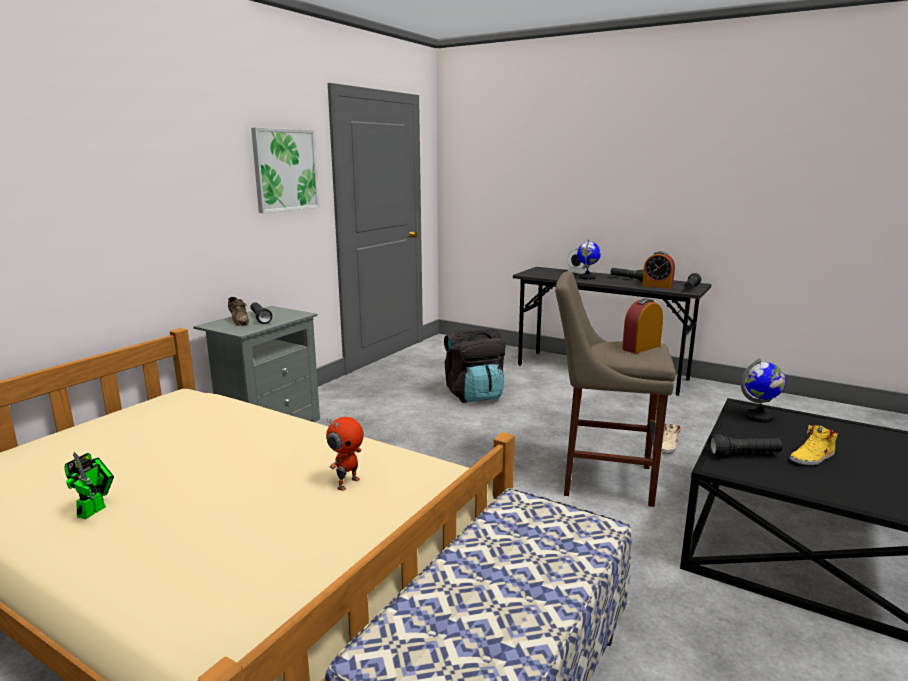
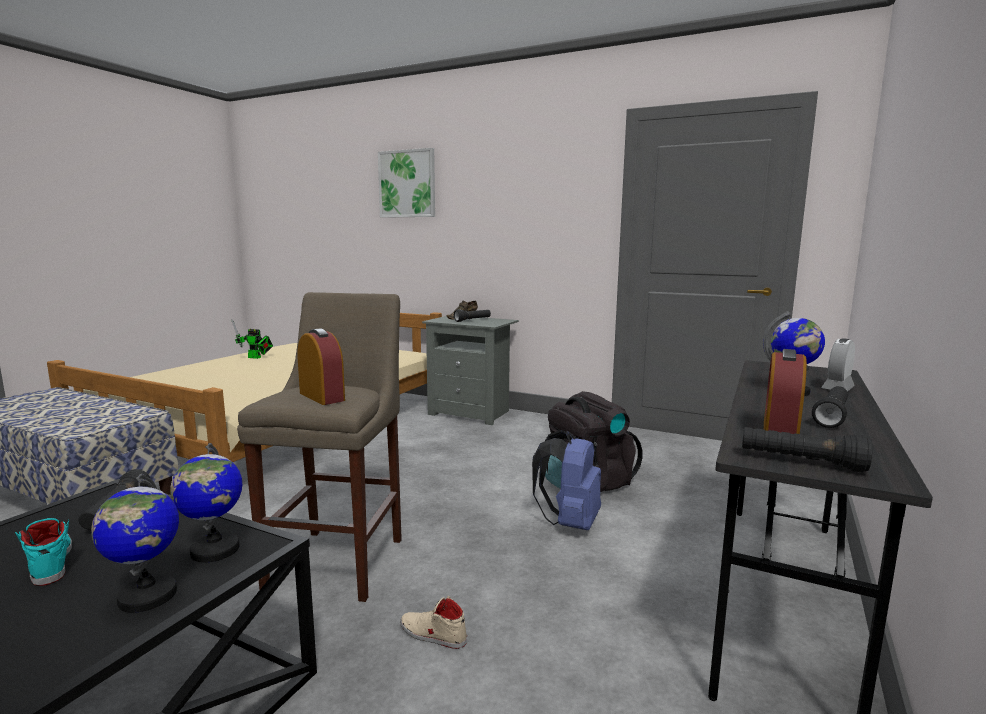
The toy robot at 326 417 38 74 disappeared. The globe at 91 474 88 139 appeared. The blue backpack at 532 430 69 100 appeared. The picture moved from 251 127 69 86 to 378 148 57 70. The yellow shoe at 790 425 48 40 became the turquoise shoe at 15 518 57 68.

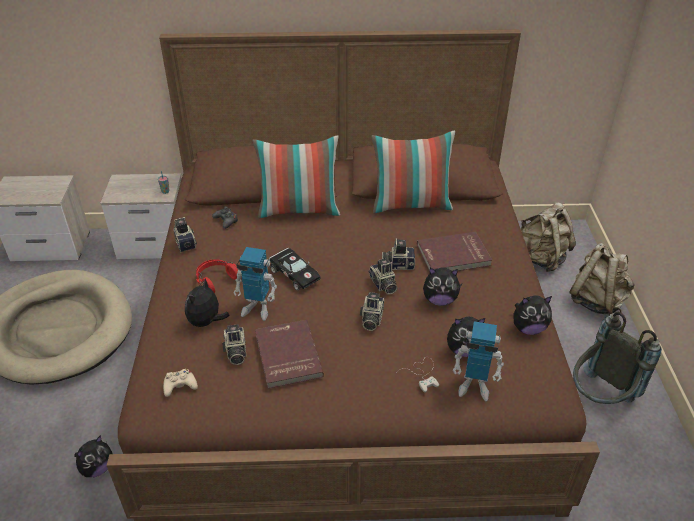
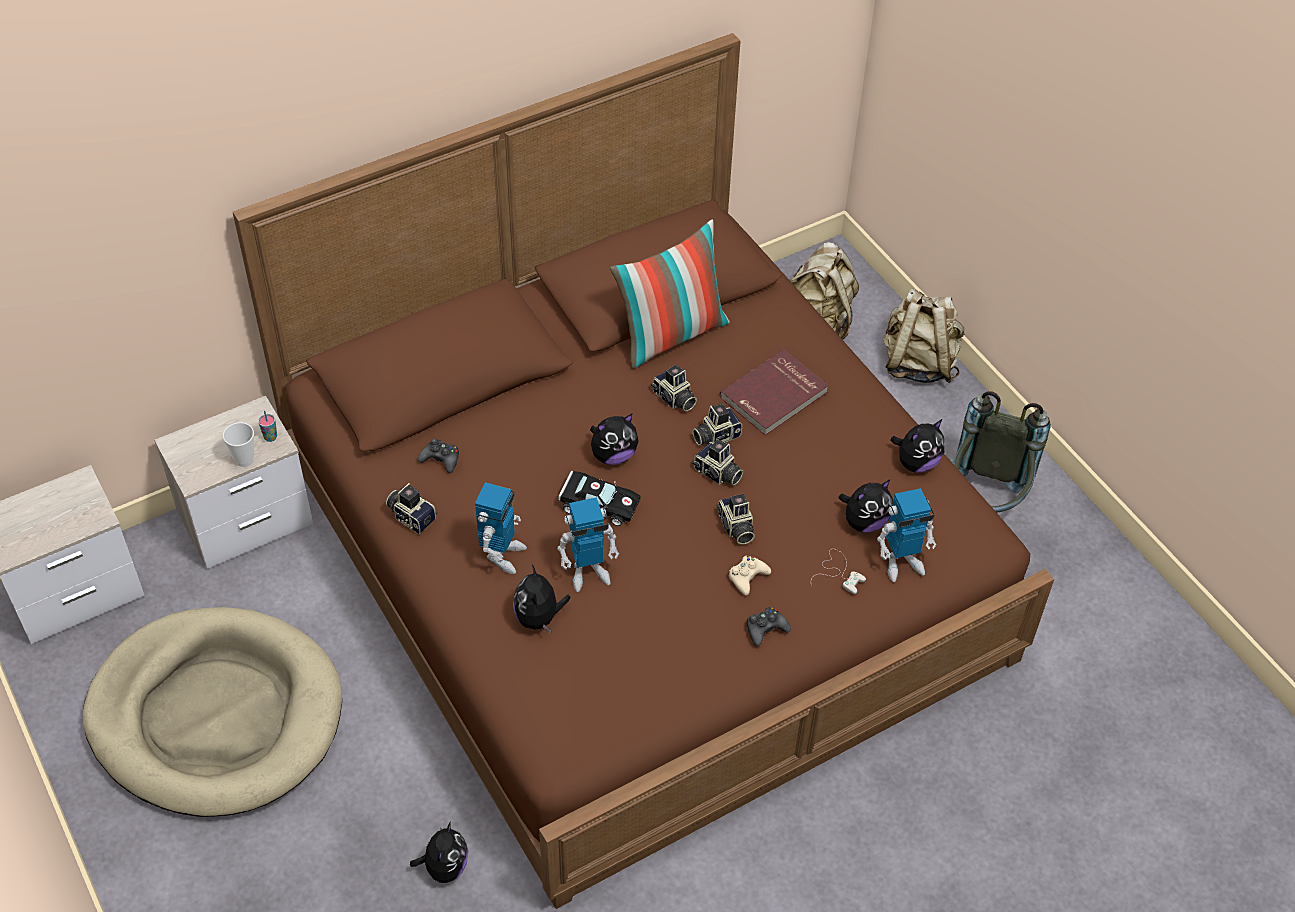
The pillow at 252 135 88 83 disappeared. The red book at 255 320 69 69 disappeared. The cup at 223 422 31 45 appeared. The black game controller at 747 607 44 39 appeared. The beige game controller moved from 163 369 35 28 to 728 555 43 40. The photo camera moved from 222 324 25 41 to 651 365 46 47. The plush toy moved from 423 267 39 39 to 590 414 49 51. The red headphones at 196 259 42 34 was replaced by the toy robot at 475 482 52 92.

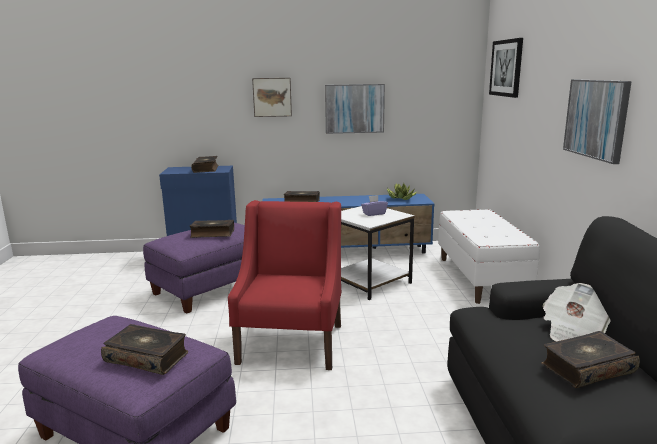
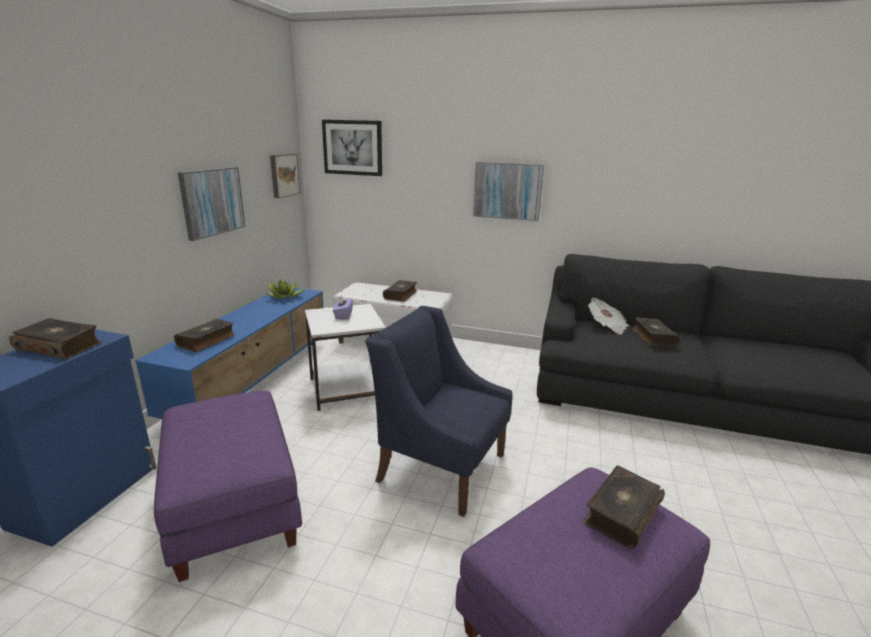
The book moved from 190 220 44 18 to 383 280 34 22. The picture moved from 252 78 40 39 to 270 154 30 44. The red armchair at 228 200 113 170 became the blue armchair at 365 306 148 211.

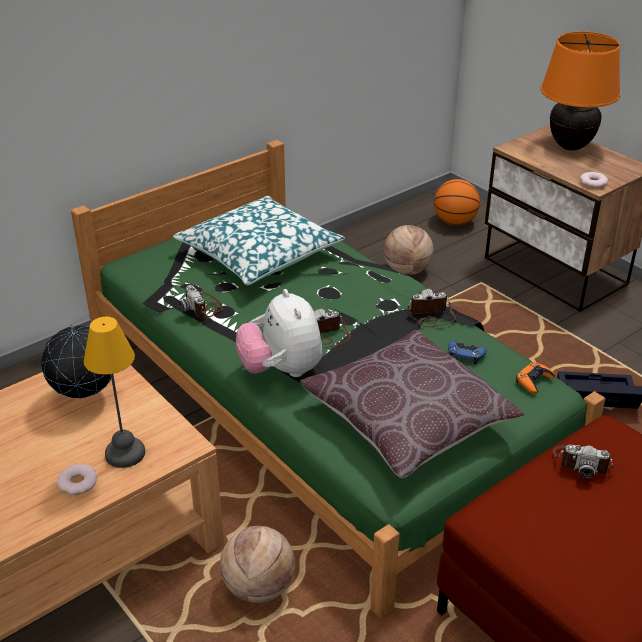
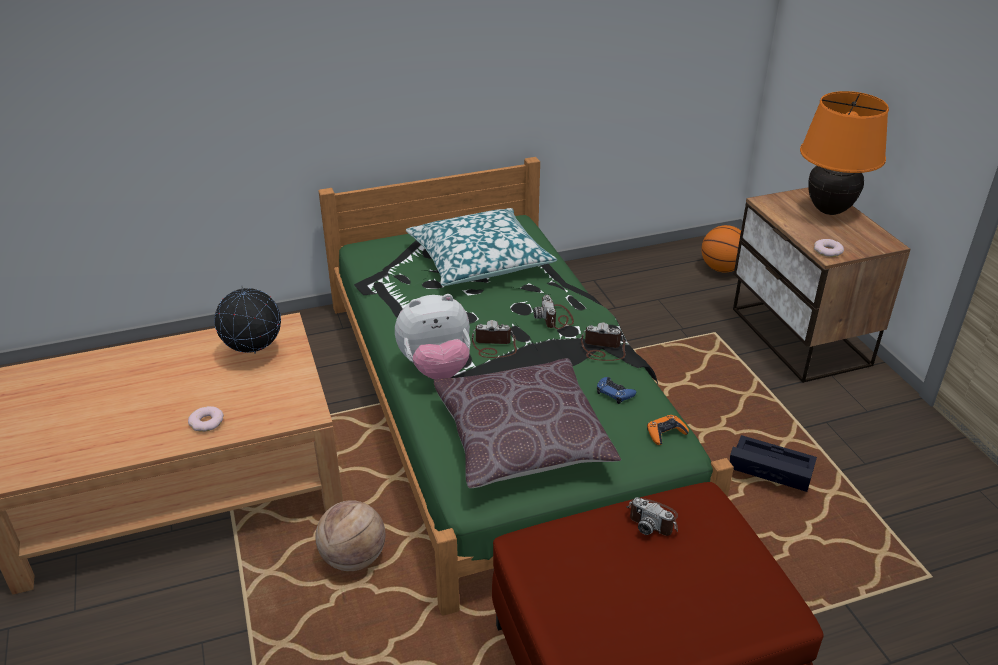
The table lamp at 84 317 61 151 disappeared. The basketball at 384 225 49 50 disappeared. The photo camera moved from 179 285 44 33 to 533 295 41 34. The plush toy at 236 289 86 88 turned 105 degrees counterclockwise.

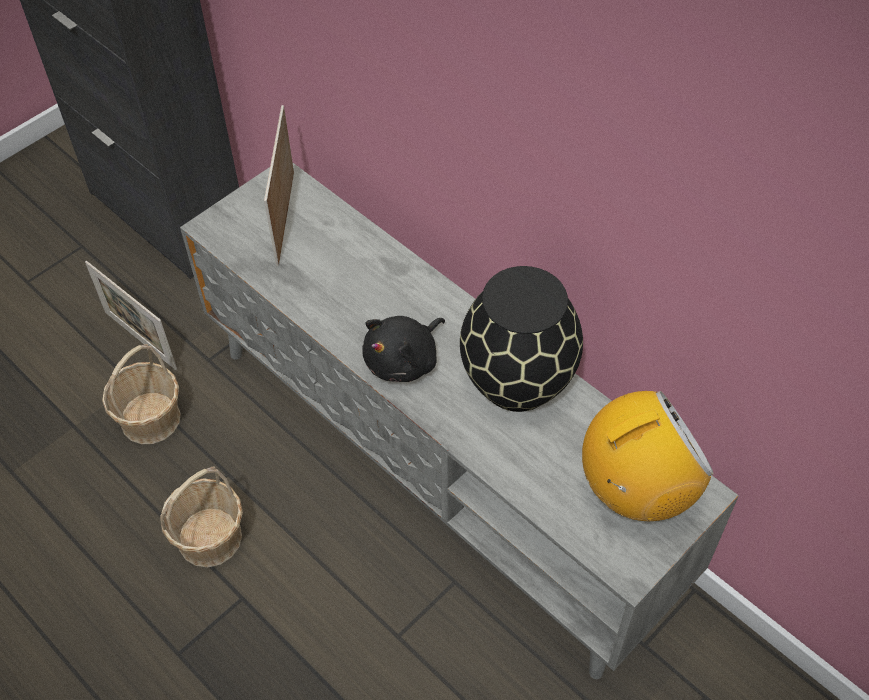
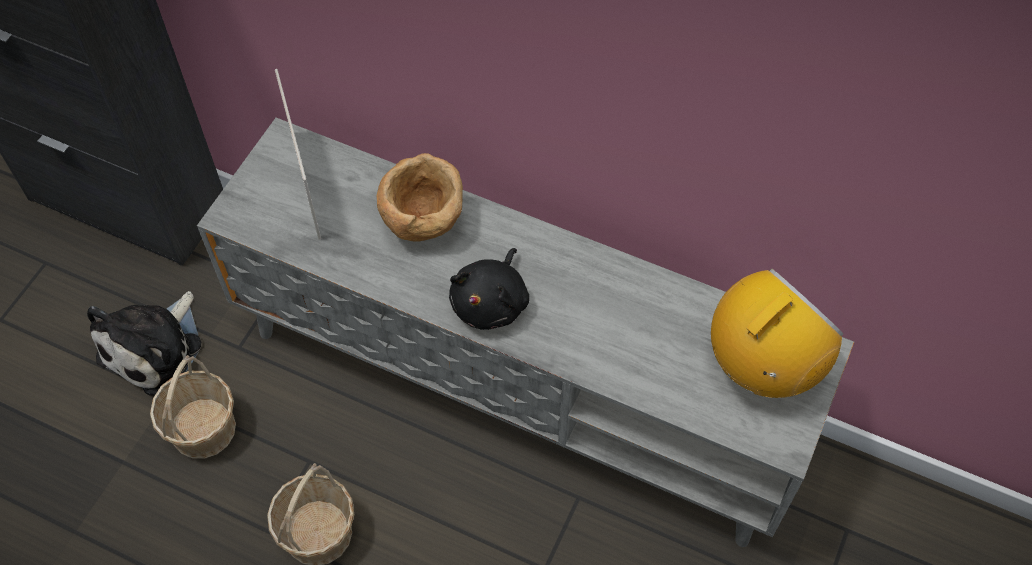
The black vase at 460 266 123 146 disappeared. The brown bowl at 377 153 86 89 appeared. The picture frame at 85 261 92 109 was replaced by the plush toy at 87 291 114 105.

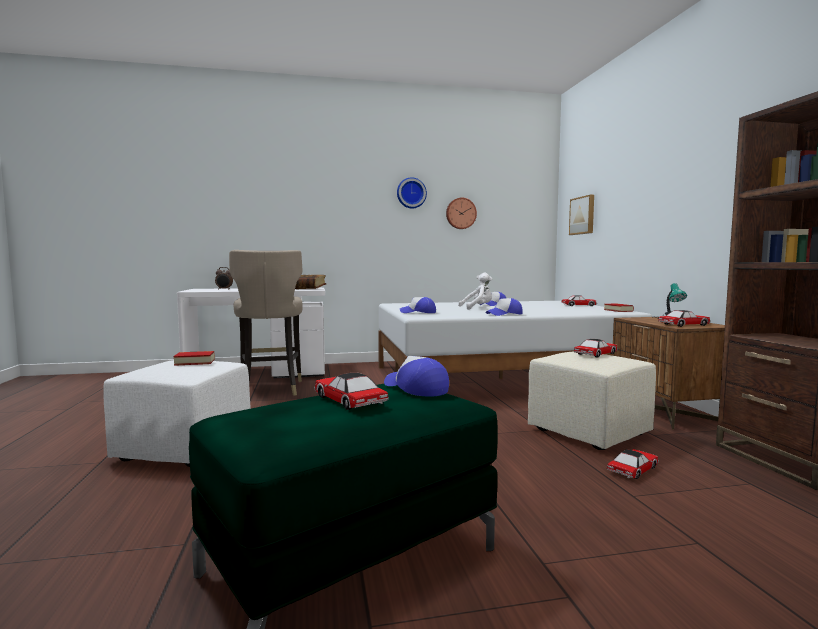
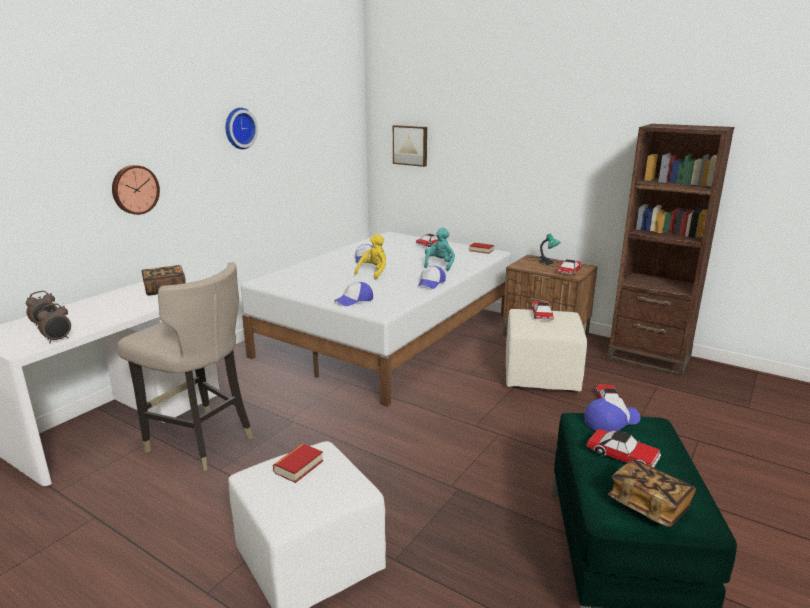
The alarm clock at 37 303 34 40 appeared. The turquoise plush toy at 424 228 31 43 appeared. The book at 608 459 88 68 appeared. The wall clock moved from 446 198 31 31 to 112 165 48 50. The white plush toy at 458 273 34 37 became the yellow plush toy at 355 234 31 45. The toy car at 314 373 75 37 turned 150 degrees counterclockwise. The cap at 384 356 65 41 turned 150 degrees clockwise.

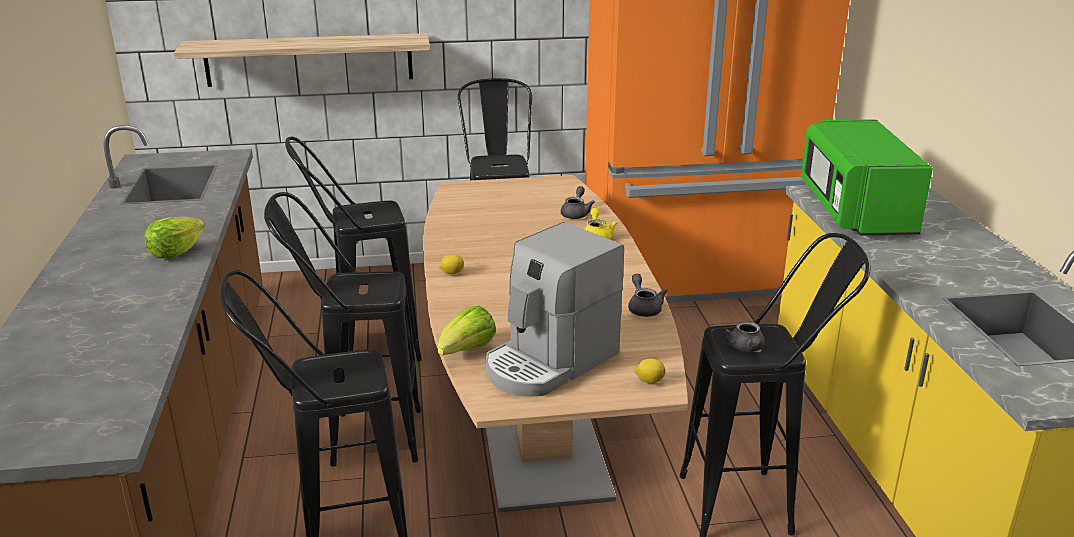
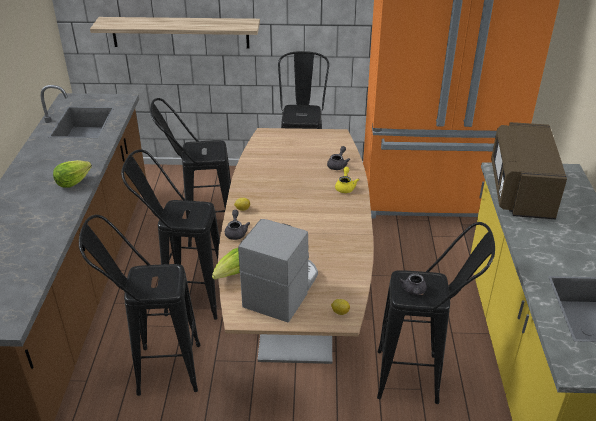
The grey teapot moved from 628 274 40 43 to 225 210 25 30. The green microwave at 801 119 132 116 became the brown microwave at 491 122 76 97. The coffee machine at 485 222 139 175 turned 150 degrees clockwise.

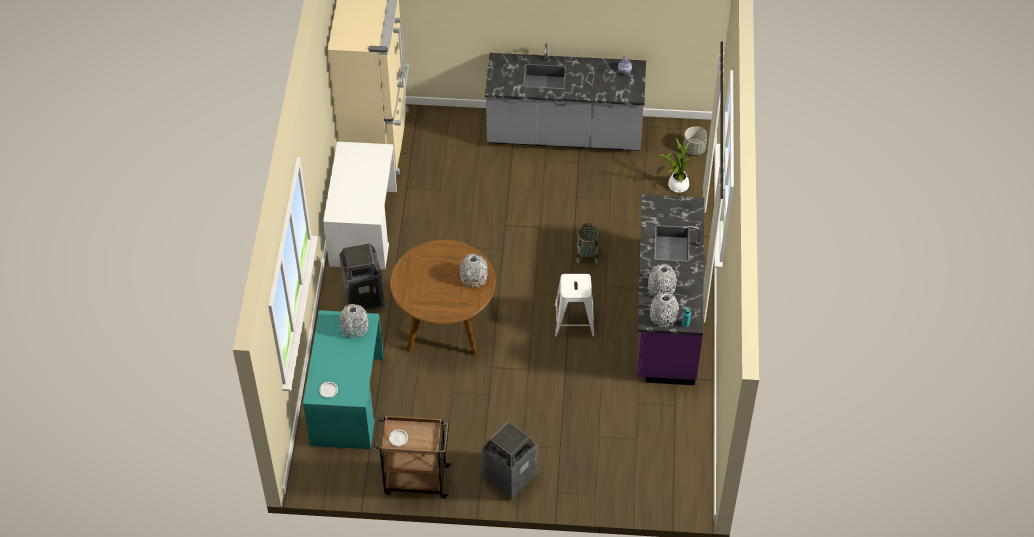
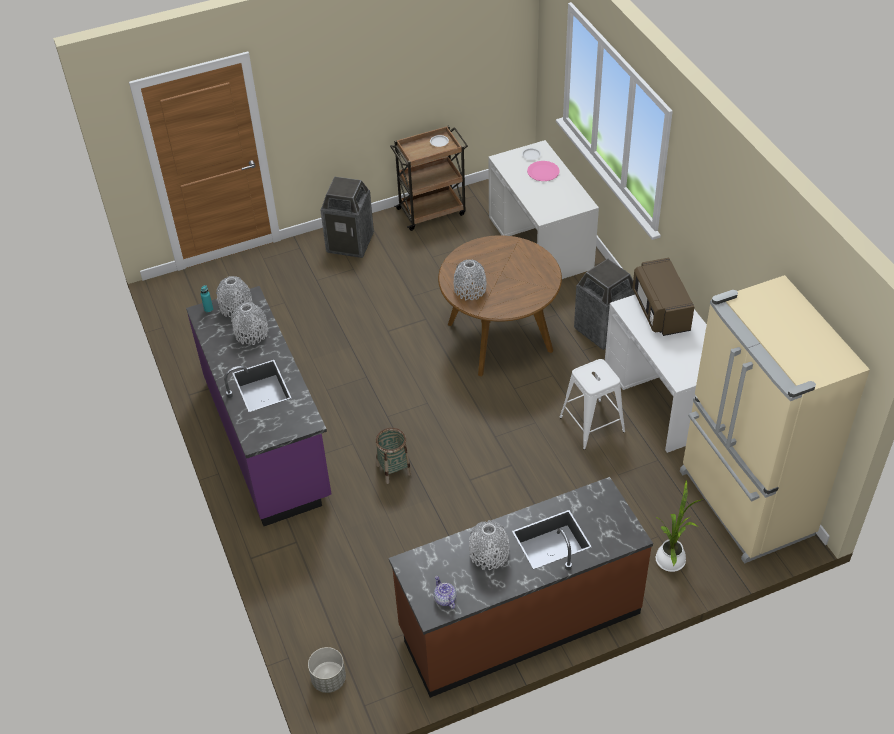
The pink plate at 527 161 33 20 appeared. The brown microwave at 632 258 63 78 appeared. The grey vase moved from 339 304 29 34 to 469 520 41 50. The white stool moved from 554 274 40 63 to 560 359 65 91. The potted plant moved from 659 138 38 55 to 656 479 46 93. The turquoise desk at 303 310 81 139 became the white desk at 488 140 111 139. The grey counter at 485 44 161 107 became the brown counter at 389 477 264 221.

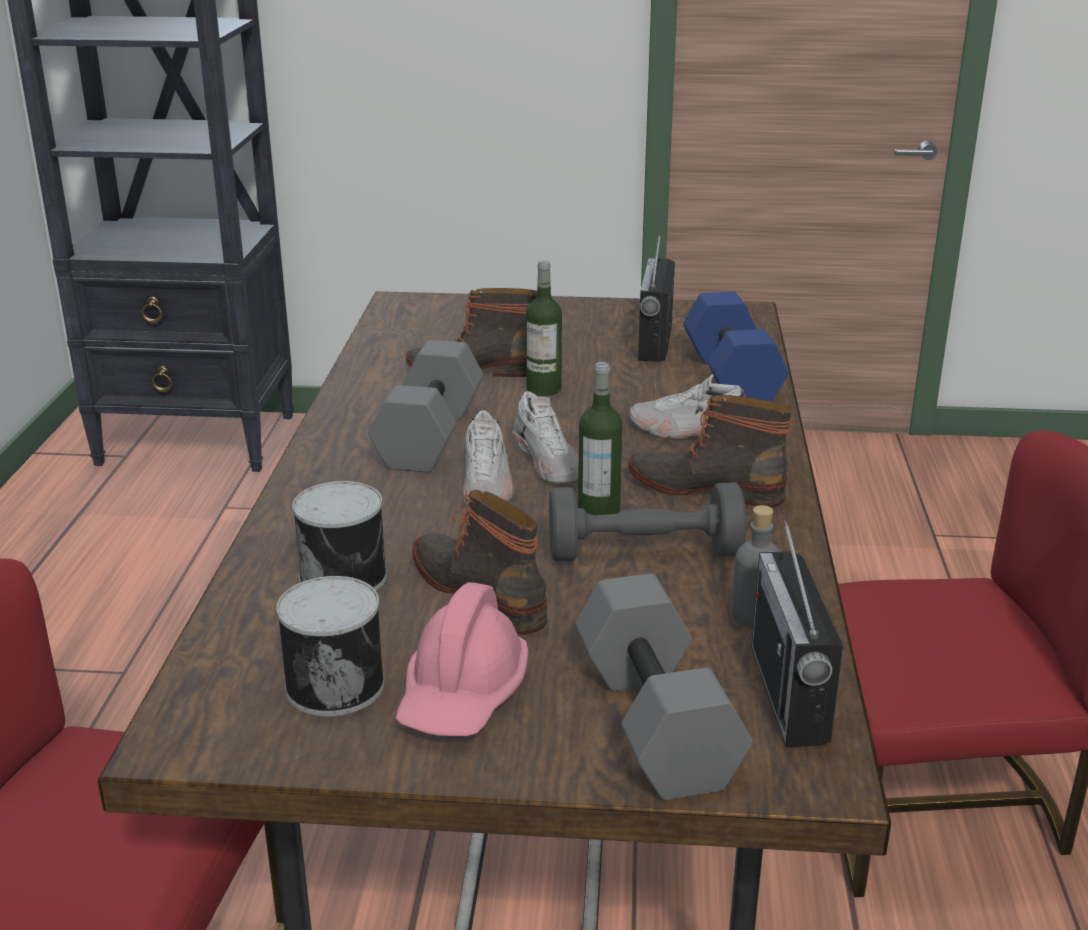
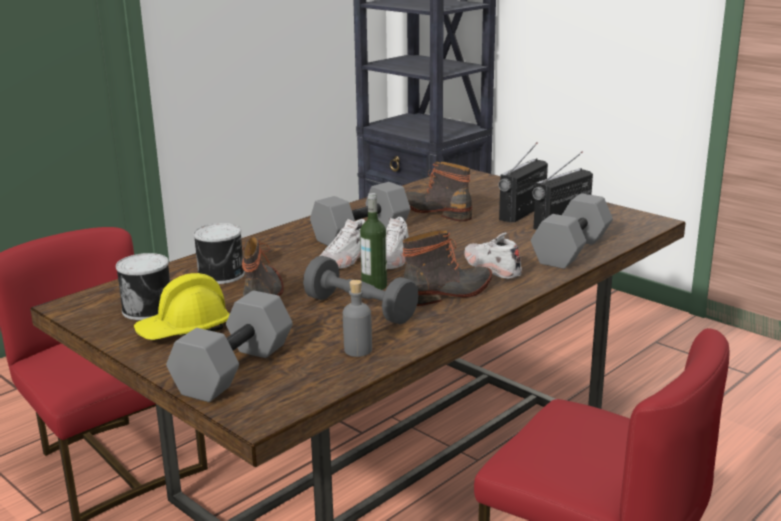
The bottle at 526 260 36 136 disappeared. The radio moved from 751 517 92 230 to 498 142 50 81. The pink hard hat at 395 582 134 154 became the yellow hard hat at 134 273 96 67. The blue dumbbell at 683 292 105 109 became the grey dumbbell at 531 193 82 76. The boot at 628 395 164 112 turned 90 degrees clockwise.

